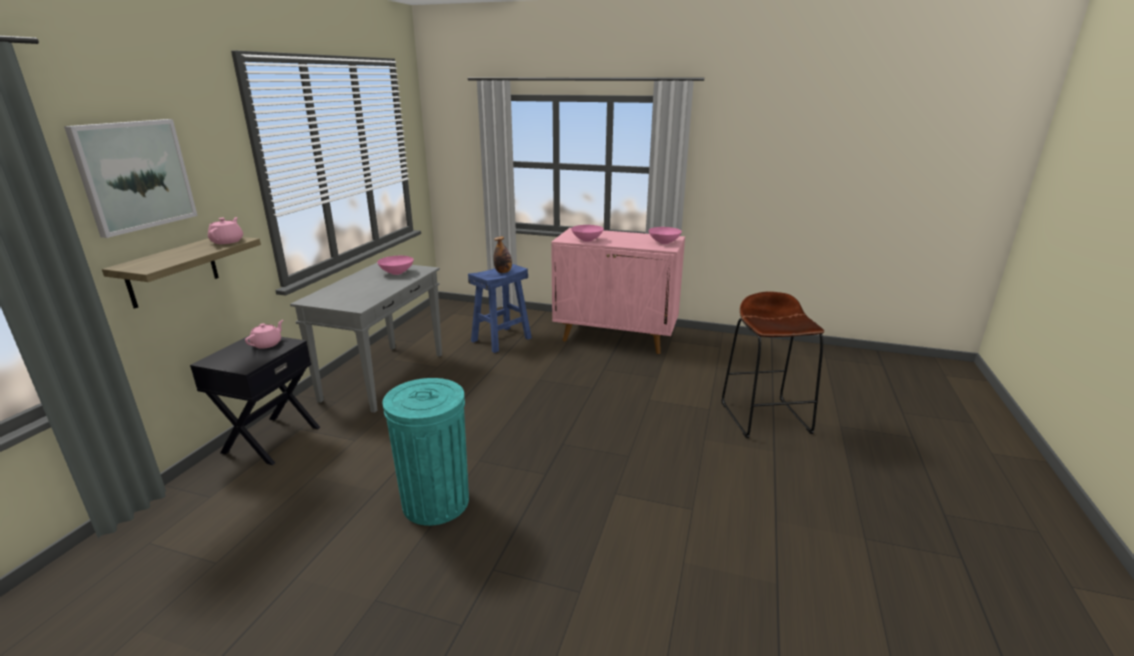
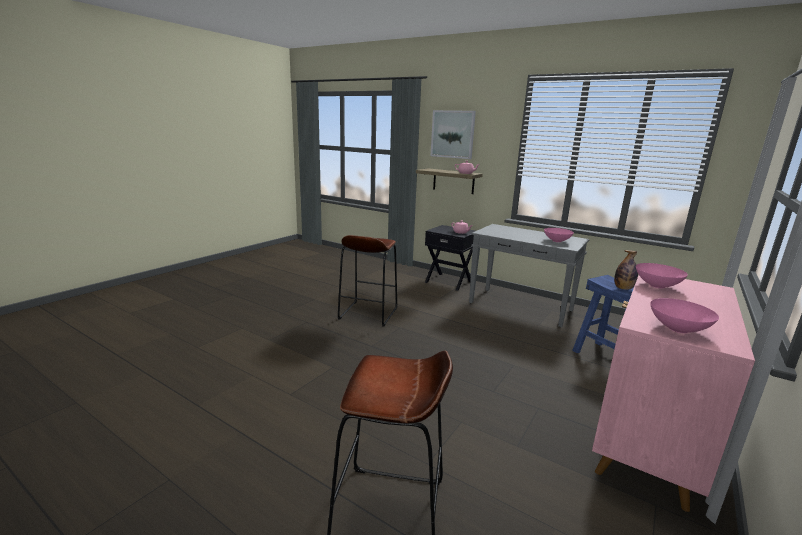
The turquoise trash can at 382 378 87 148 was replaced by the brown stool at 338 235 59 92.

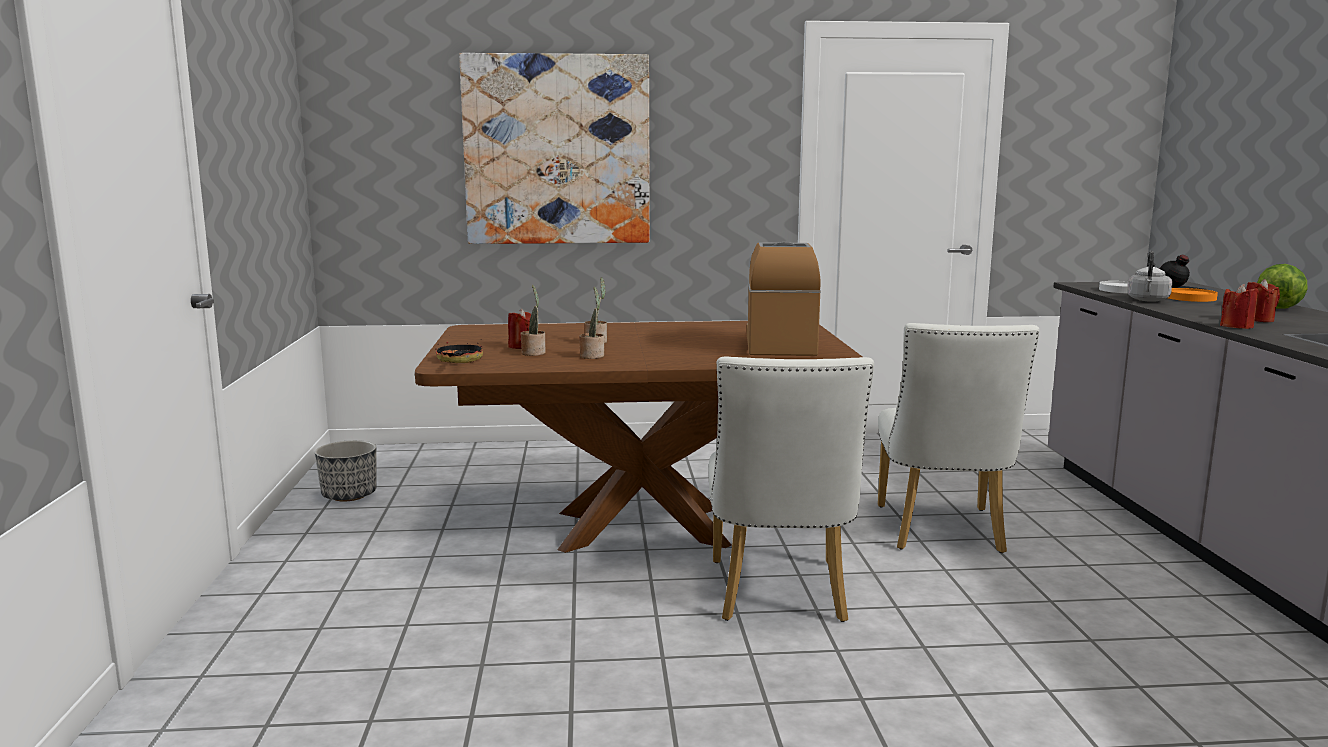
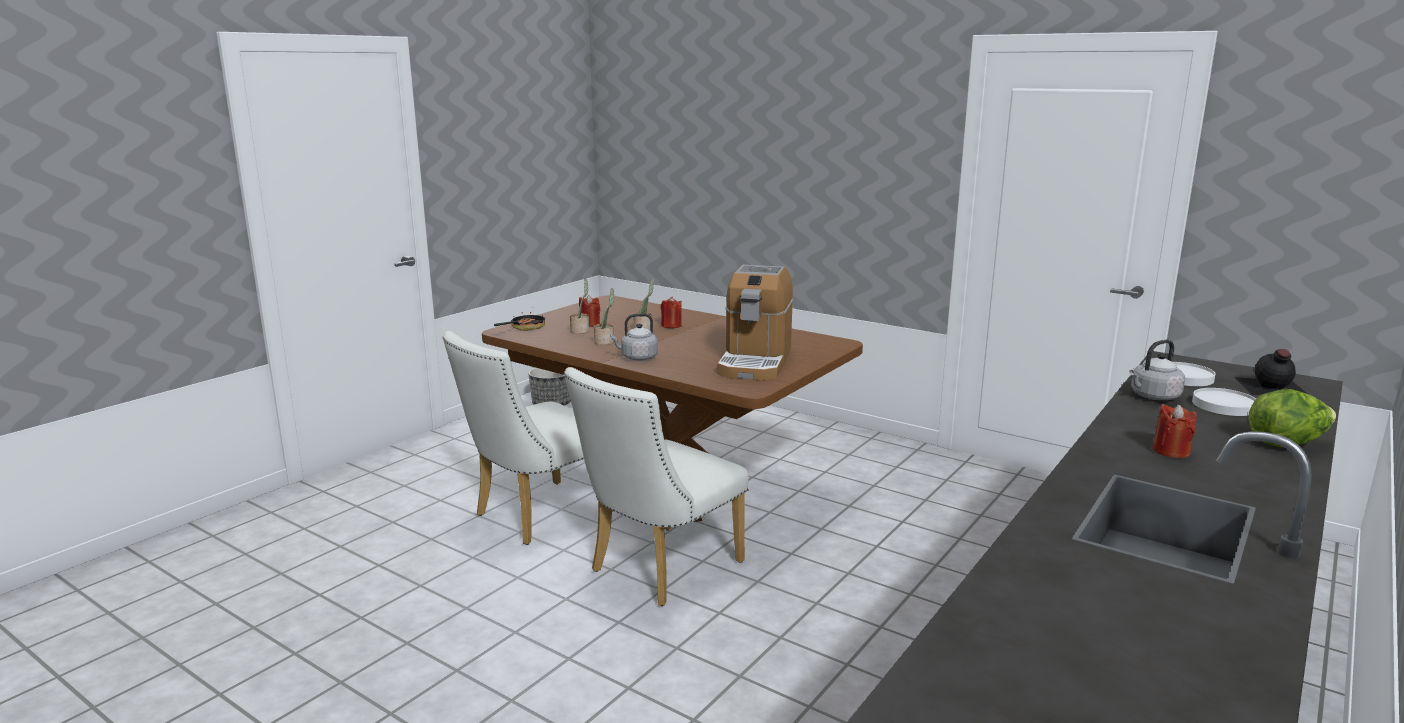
The picture at 459 53 191 191 disappeared. The grey kettle at 610 313 48 47 appeared. The white chair moved from 878 323 161 230 to 443 331 170 214. The red candle moved from 1220 284 39 45 to 661 296 21 32. The orange plate at 1168 288 50 14 became the white plate at 1192 388 64 28. The coffee machine at 747 242 74 114 turned 150 degrees clockwise.

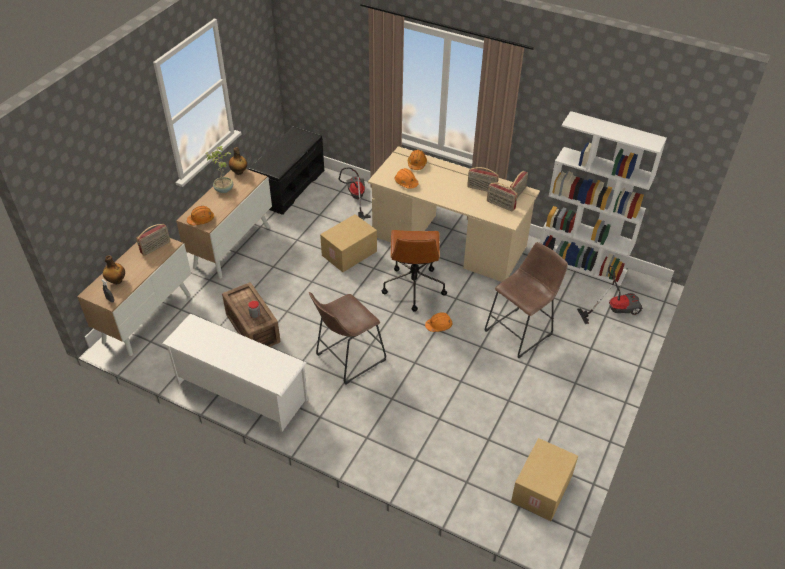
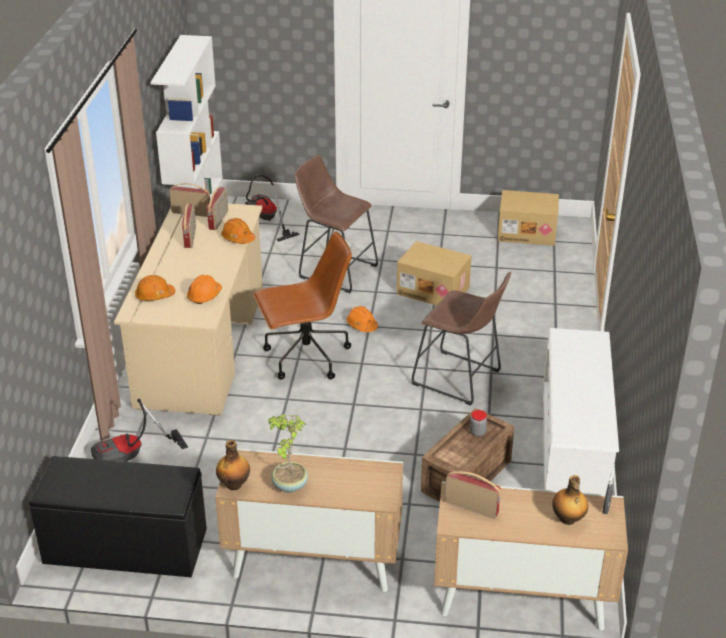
The orange hard hat moved from 187 206 27 19 to 221 218 34 26. The cardboard box moved from 320 214 57 58 to 397 241 74 64.

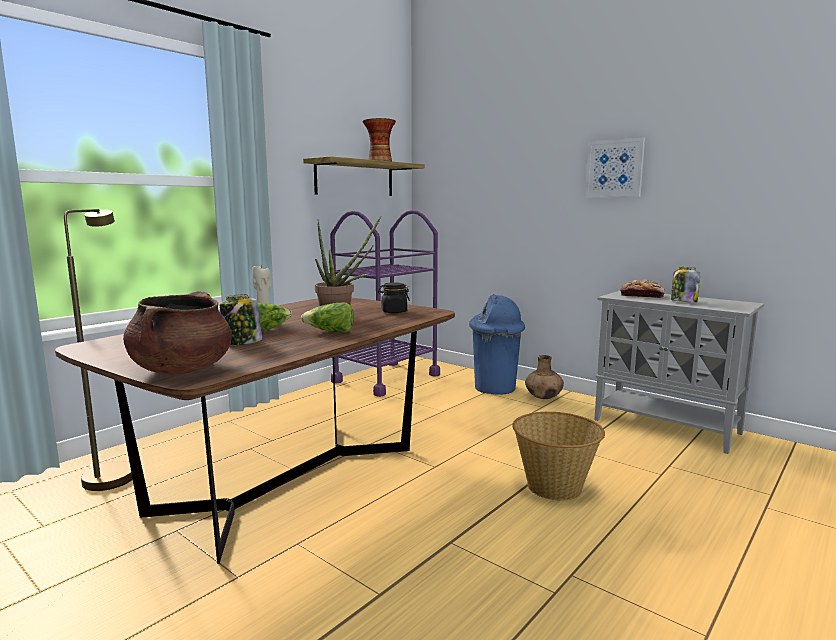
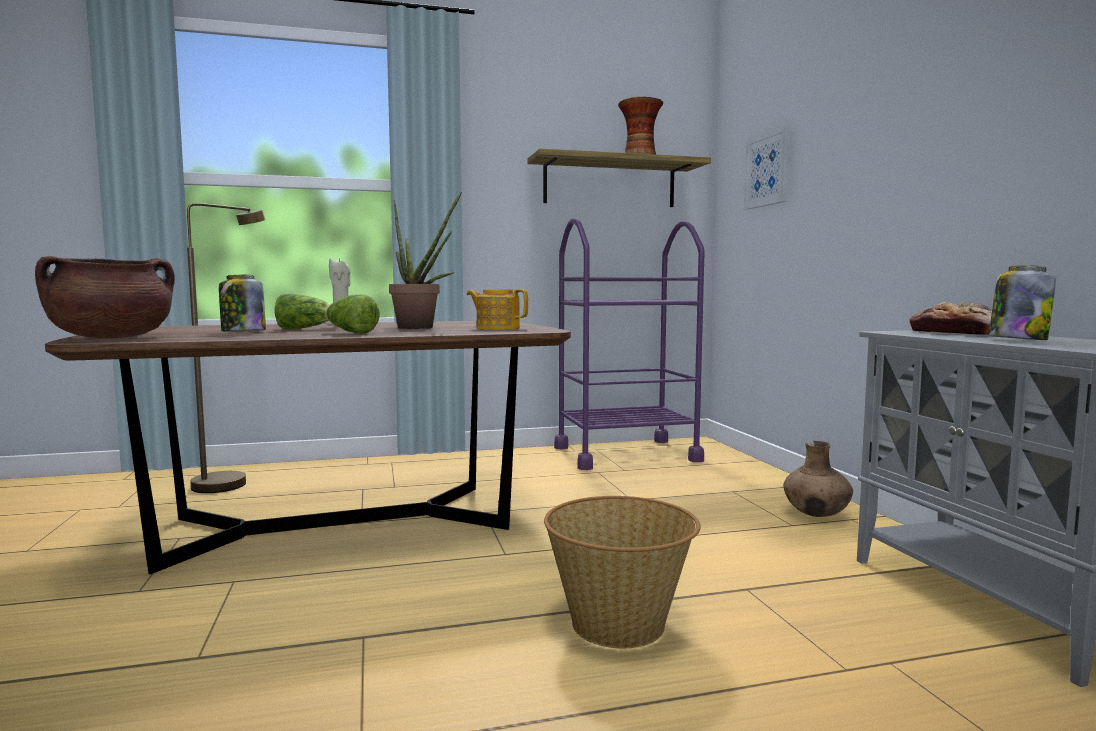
The blue trash can at 469 294 56 100 disappeared. The picture moved from 585 137 60 60 to 744 127 46 83. The black jar at 378 283 32 30 was replaced by the teapot at 467 289 61 41.

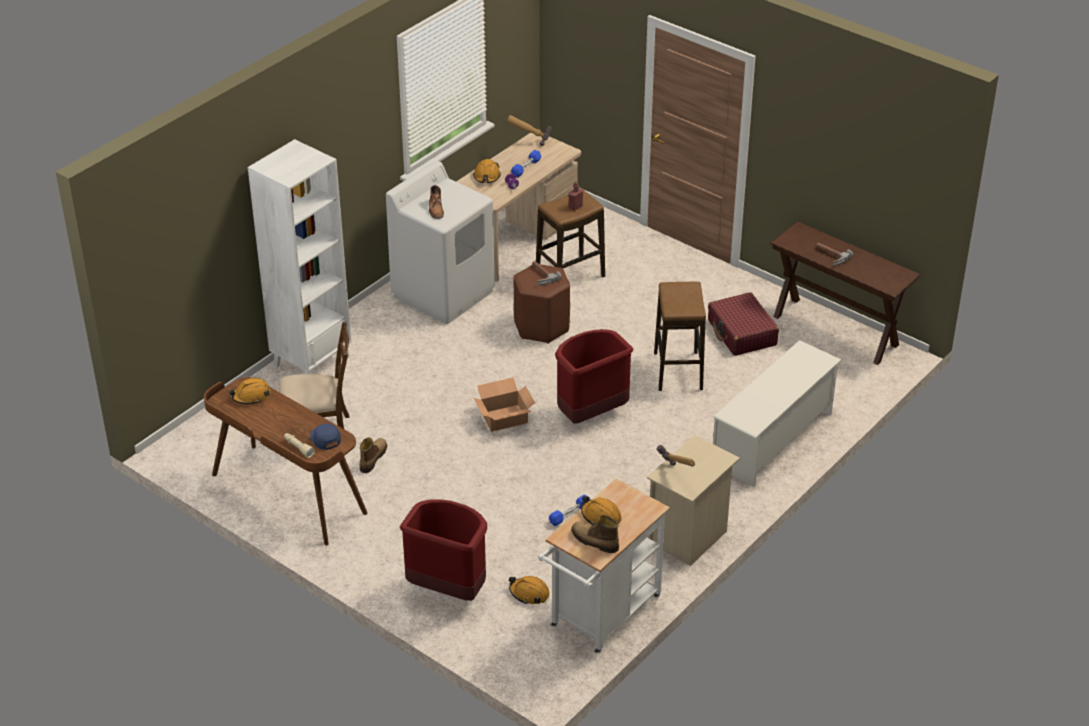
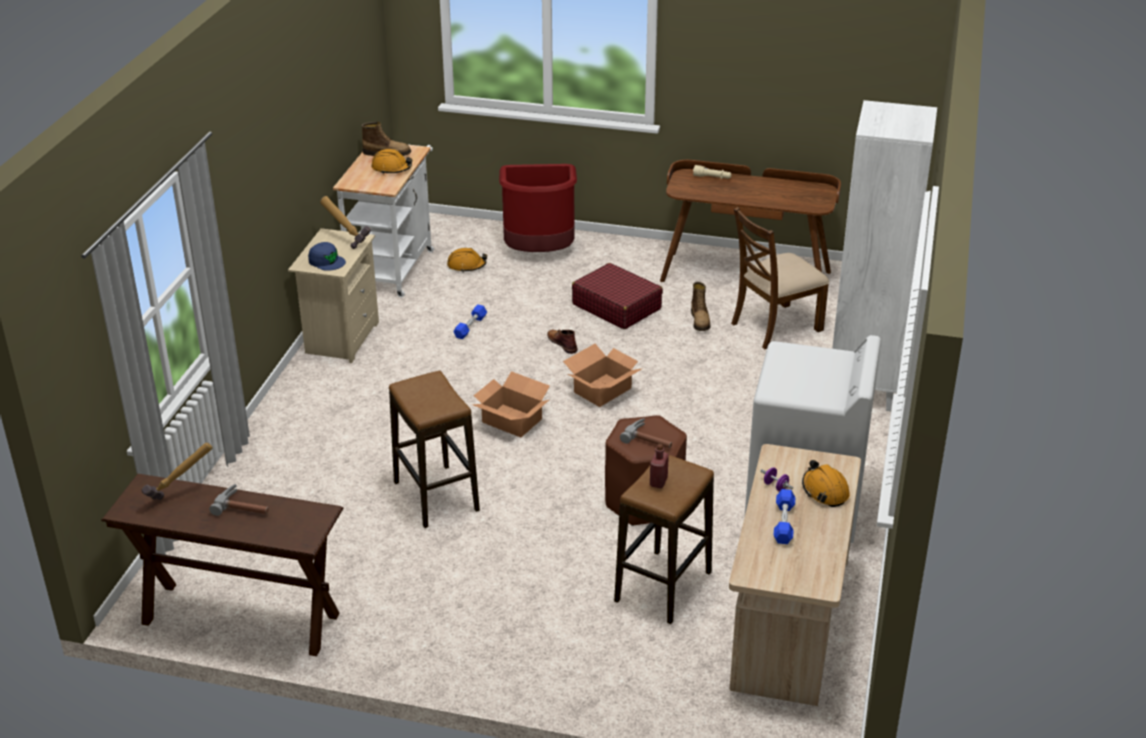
The orange hard hat at 229 378 42 26 disappeared. The white shoe rack at 713 340 129 147 disappeared. The blue cap moved from 310 423 31 27 to 308 242 38 29. The brown boot moved from 429 185 15 34 to 547 330 30 24. The hammer moved from 507 115 45 31 to 141 442 71 58. The red suitcase moved from 708 292 71 64 to 572 263 91 66. The red trash can at 555 329 78 95 was replaced by the cardboard box at 473 371 77 66.

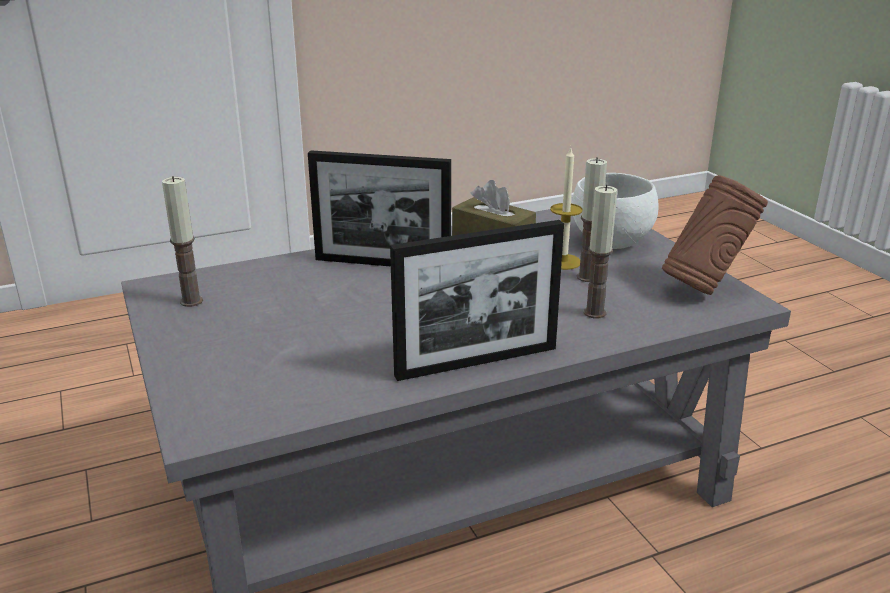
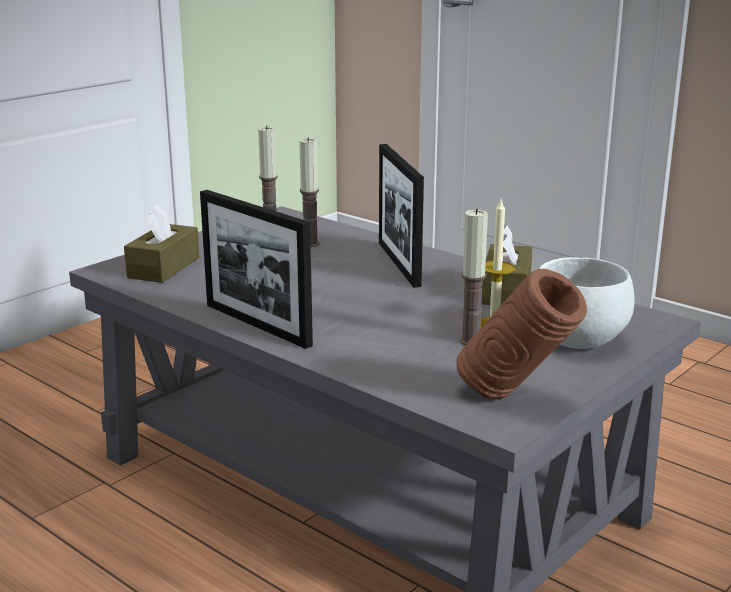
The brown tissue box at 124 205 76 78 appeared. The candle moved from 583 185 34 133 to 299 137 21 110.

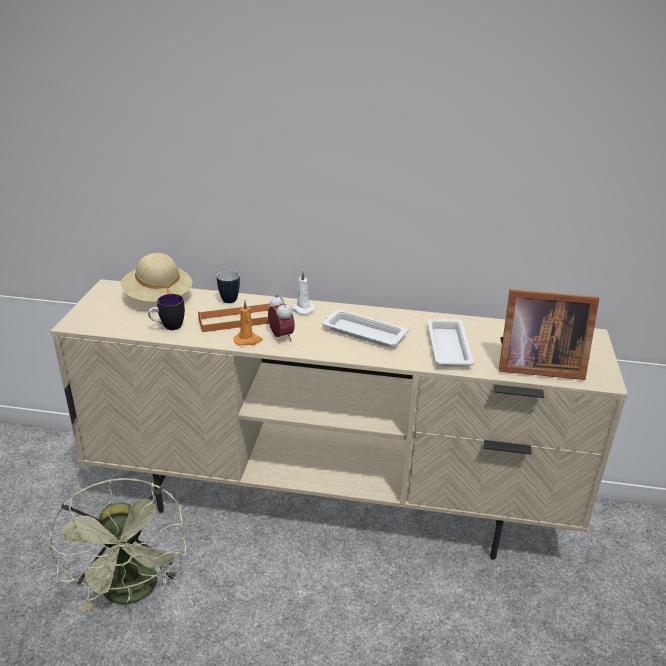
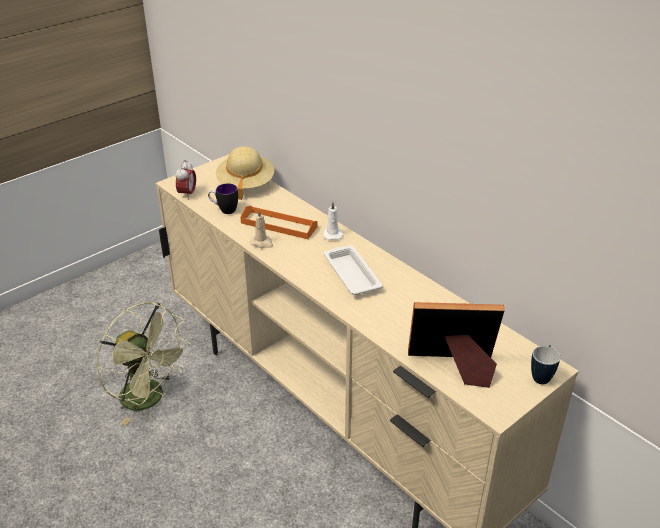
The white tray at 427 319 47 48 disappeared. The mug moved from 217 270 23 33 to 531 345 29 39. The alarm clock moved from 268 294 27 47 to 176 160 20 40. The orange candle at 234 300 29 45 became the beige candle at 250 209 23 39. The green fan at 49 478 137 135 turned 75 degrees counterclockwise. The picture frame at 499 289 100 91 turned 135 degrees clockwise.

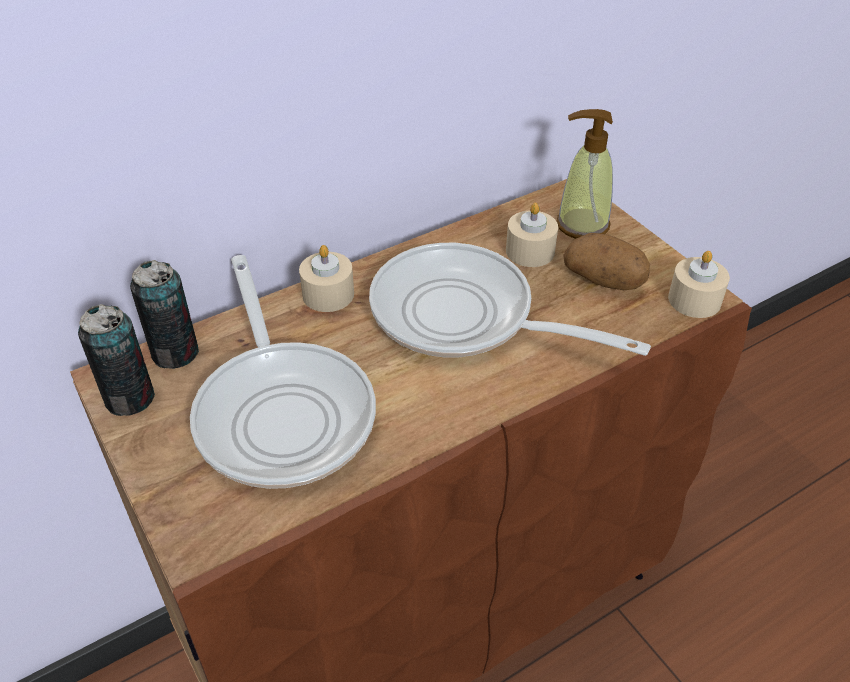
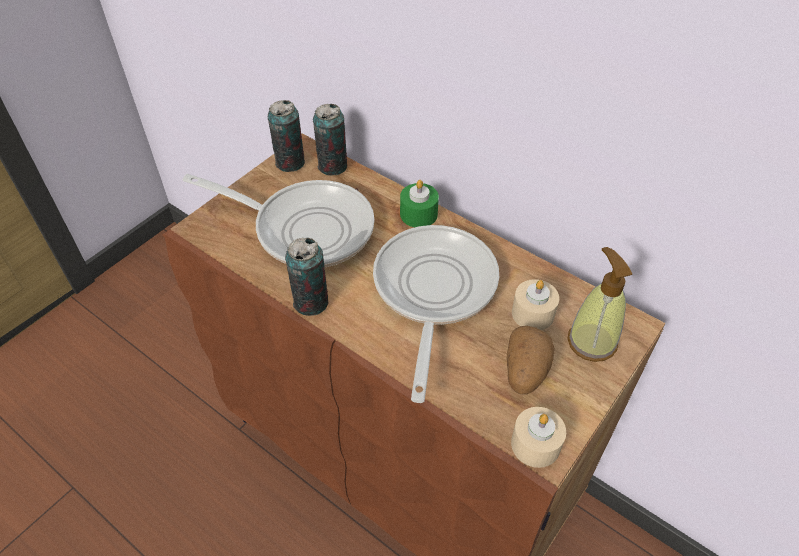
The can at 285 238 43 78 appeared. The beige candle at 299 245 55 67 became the green candle at 400 180 39 47. The frying pan at 190 255 186 234 turned 120 degrees counterclockwise.

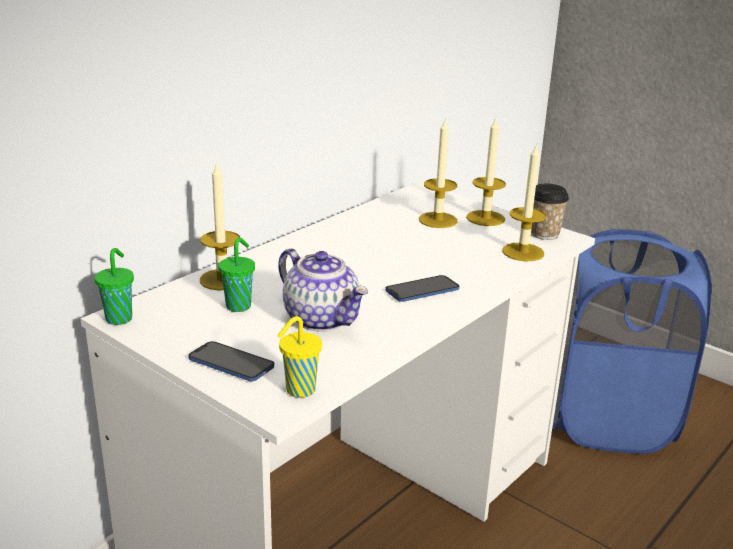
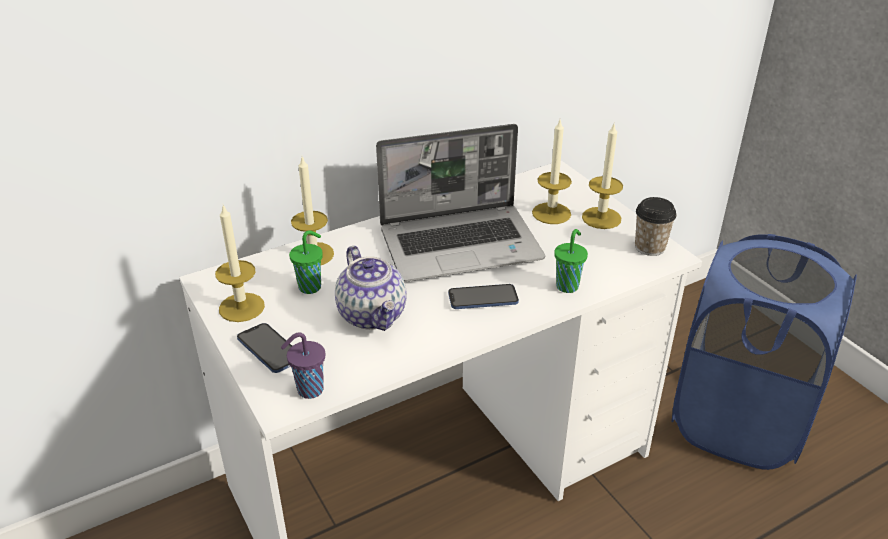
The laptop at 376 124 169 158 appeared. The green cup moved from 95 248 39 77 to 554 229 34 64. The candle moved from 502 143 44 118 to 215 205 50 117. The yellow cup at 277 316 45 82 became the purple cup at 281 332 44 67.

